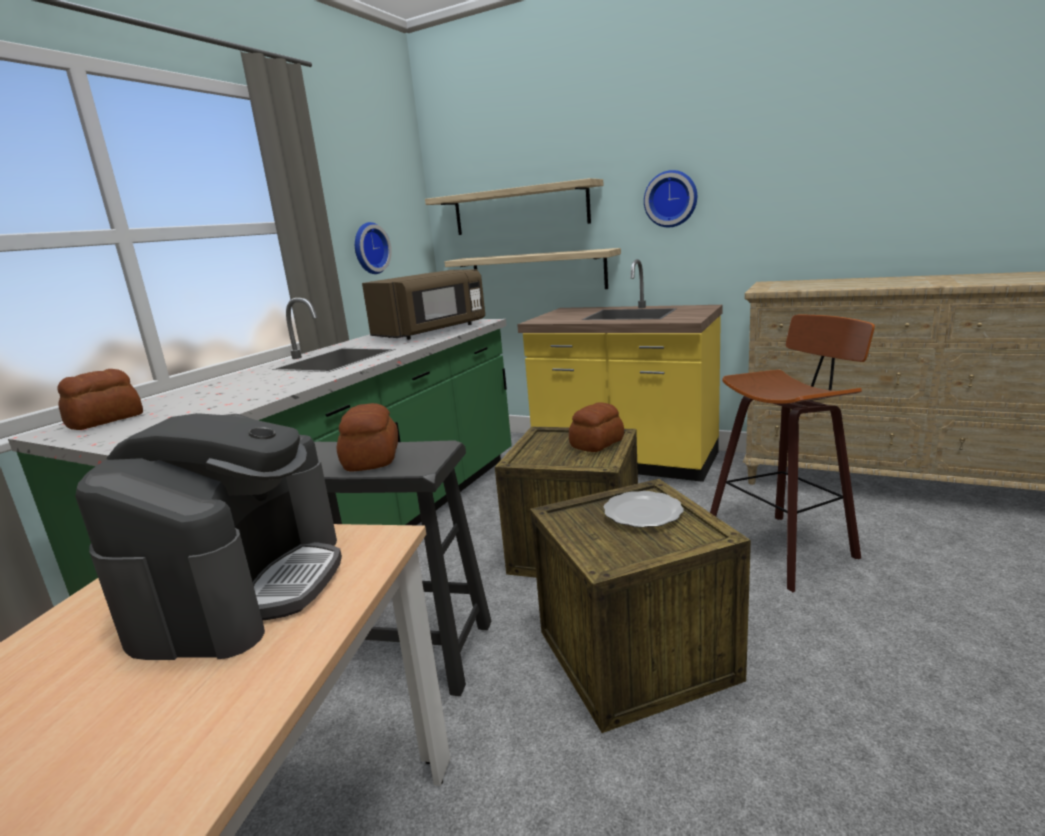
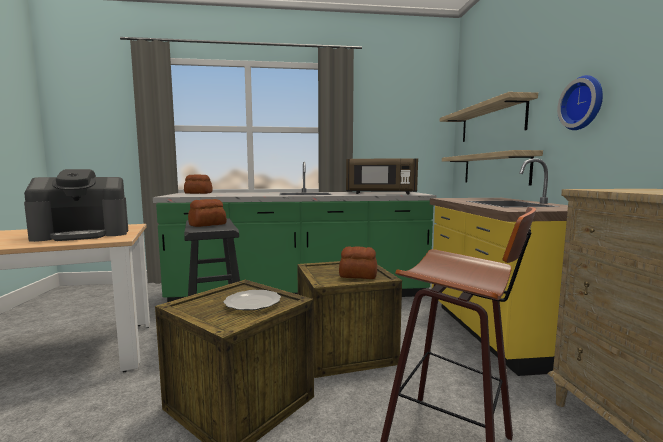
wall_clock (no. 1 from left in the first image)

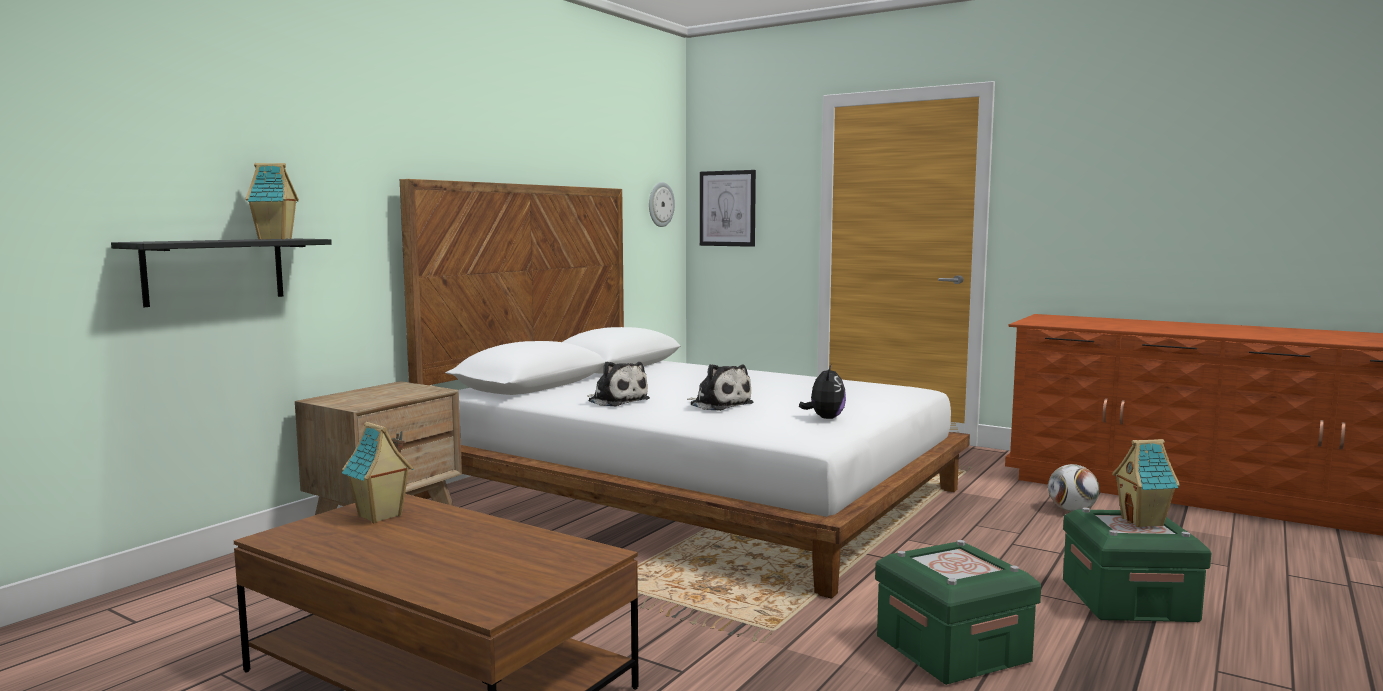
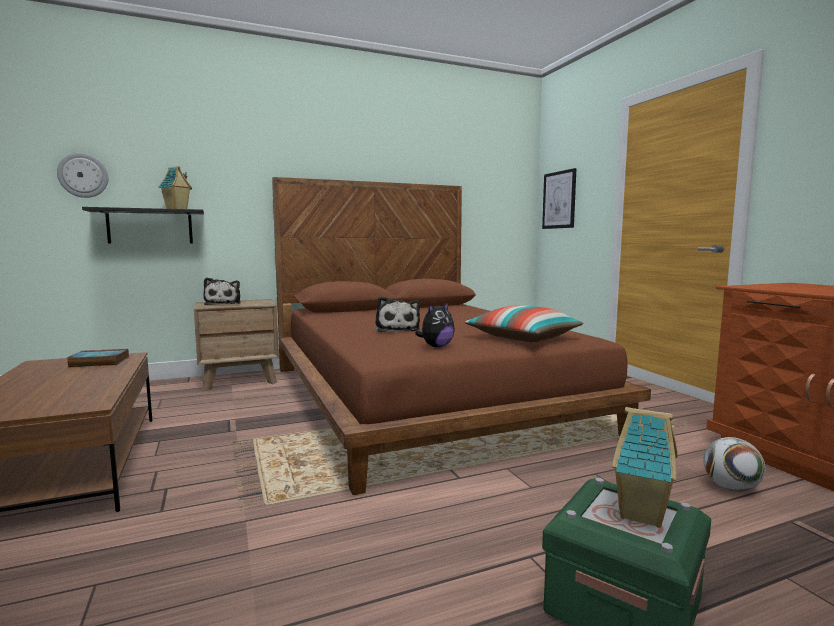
green_storage_box (no. 1 from left in the first image)
pillow
plush_toy (no. 1 from left)
wall_clock
book
brown_bed

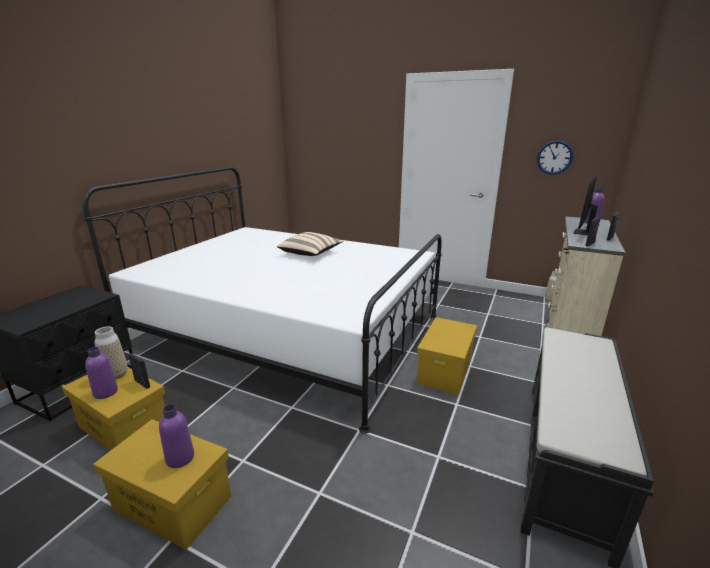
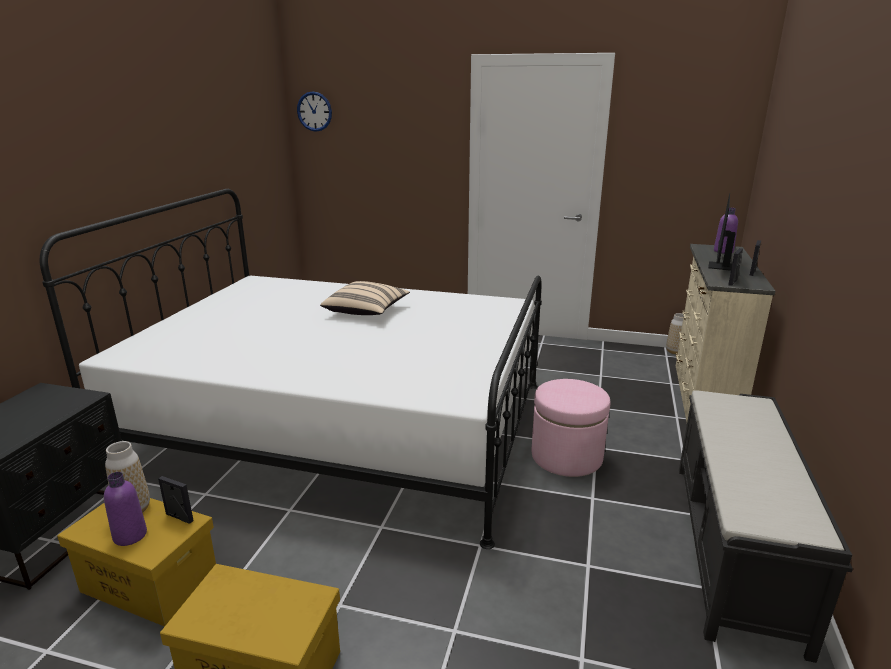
purple_bottle (no. 2 from left in the first image)
wall_clock
pink_ottoman

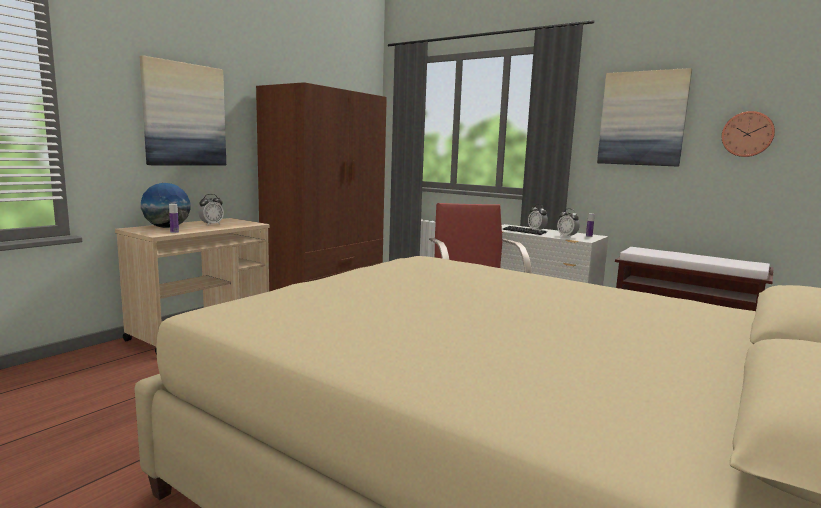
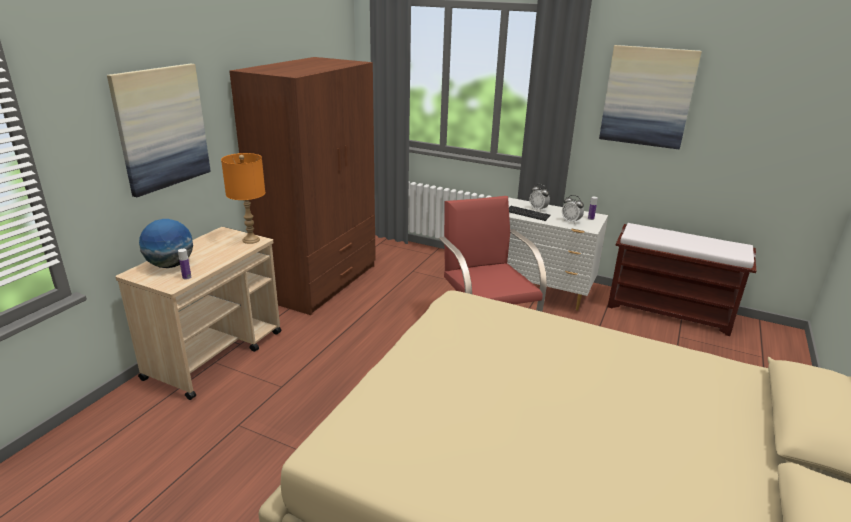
alarm_clock (no. 1 from left in the first image)
wall_clock
orange_table_lamp

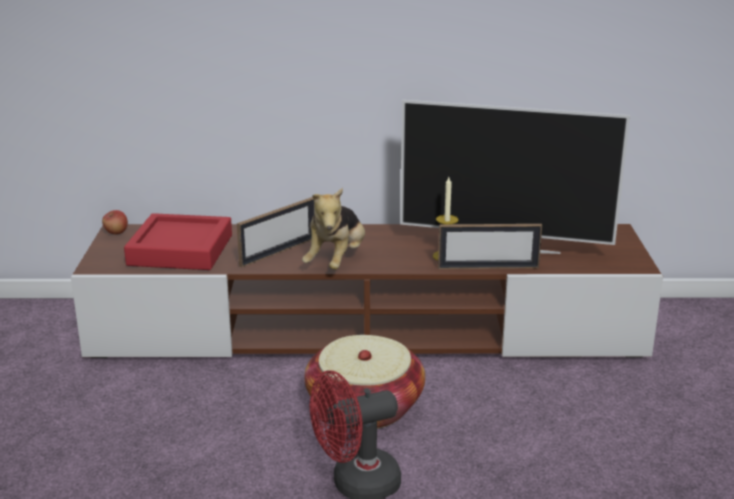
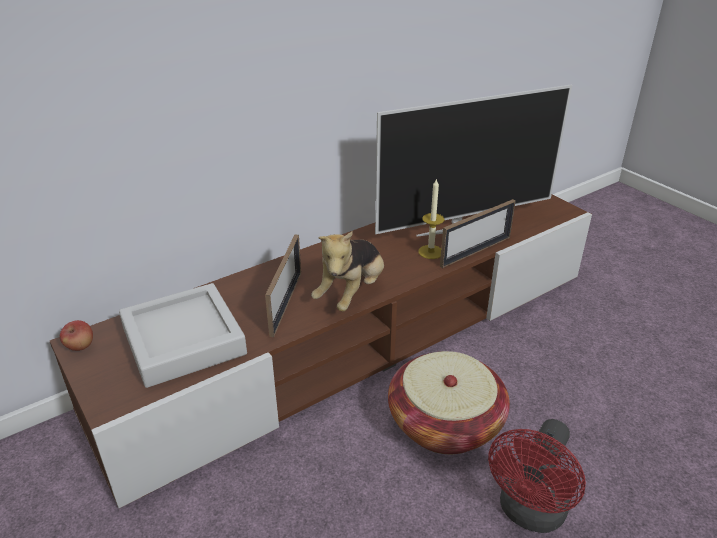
grey_tray
plush_toy

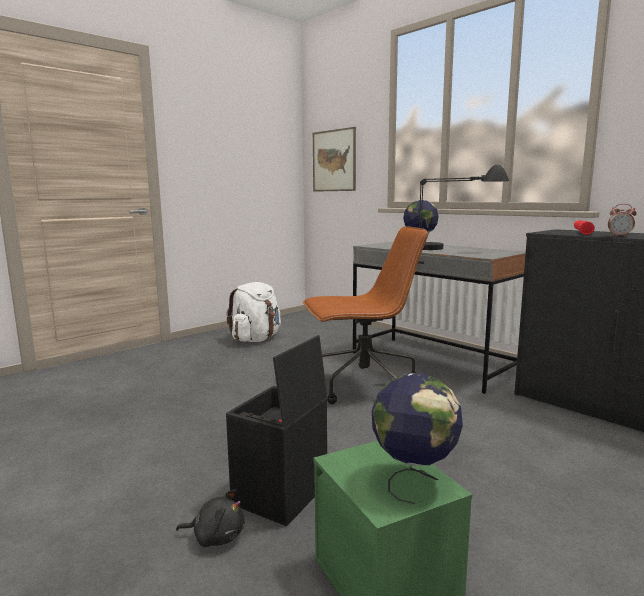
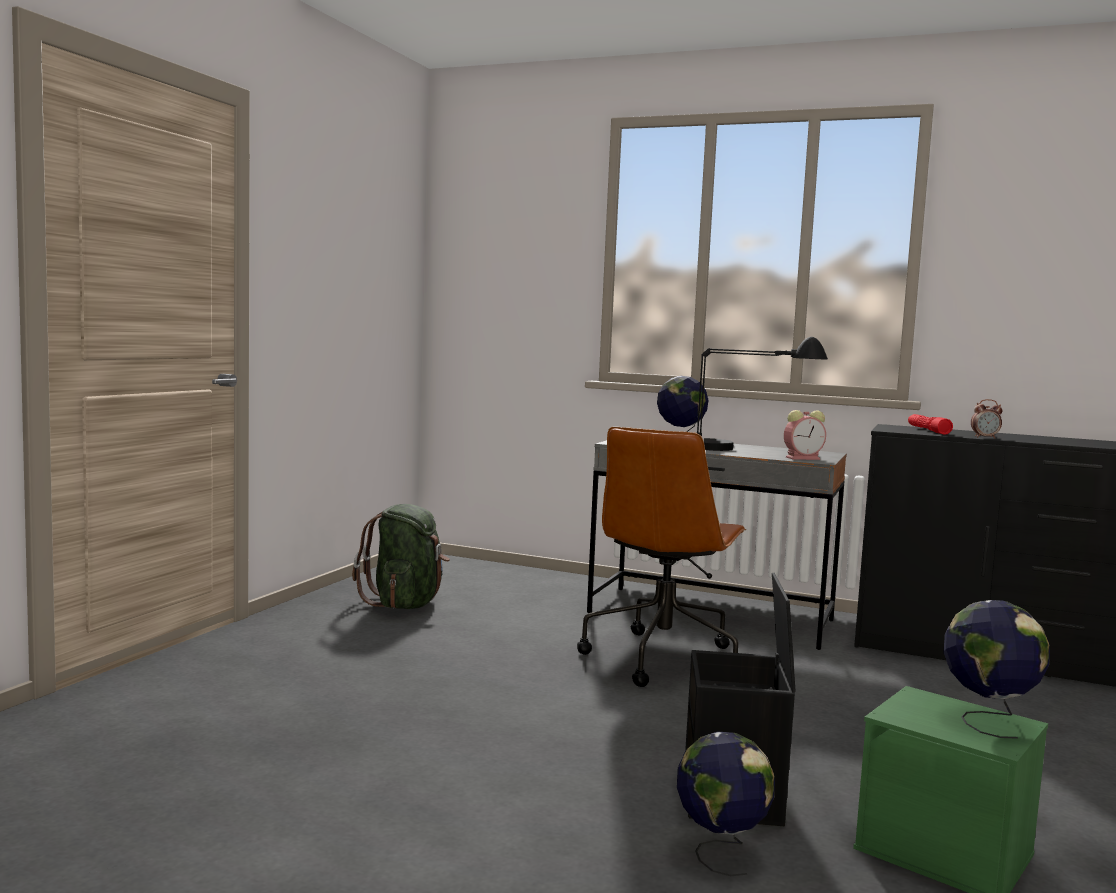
picture
alarm_clock (no. 1 from left)
globe (no. 2 from left)
green_backpack
brown_office_chair

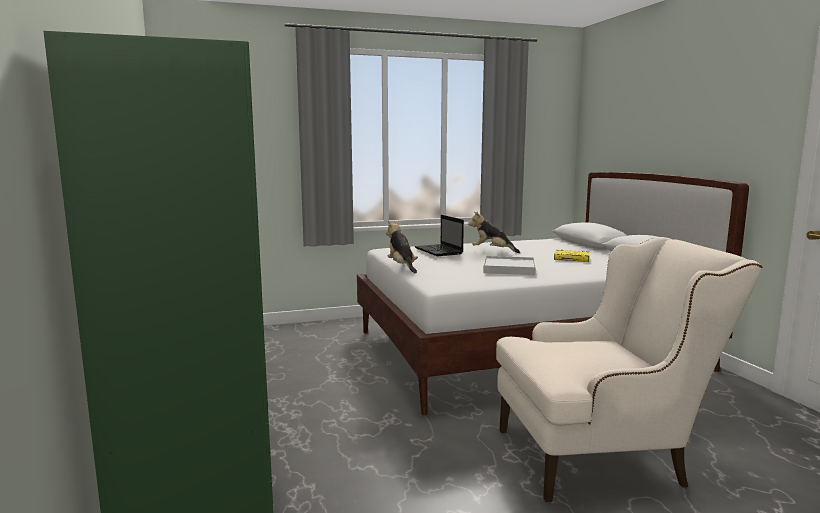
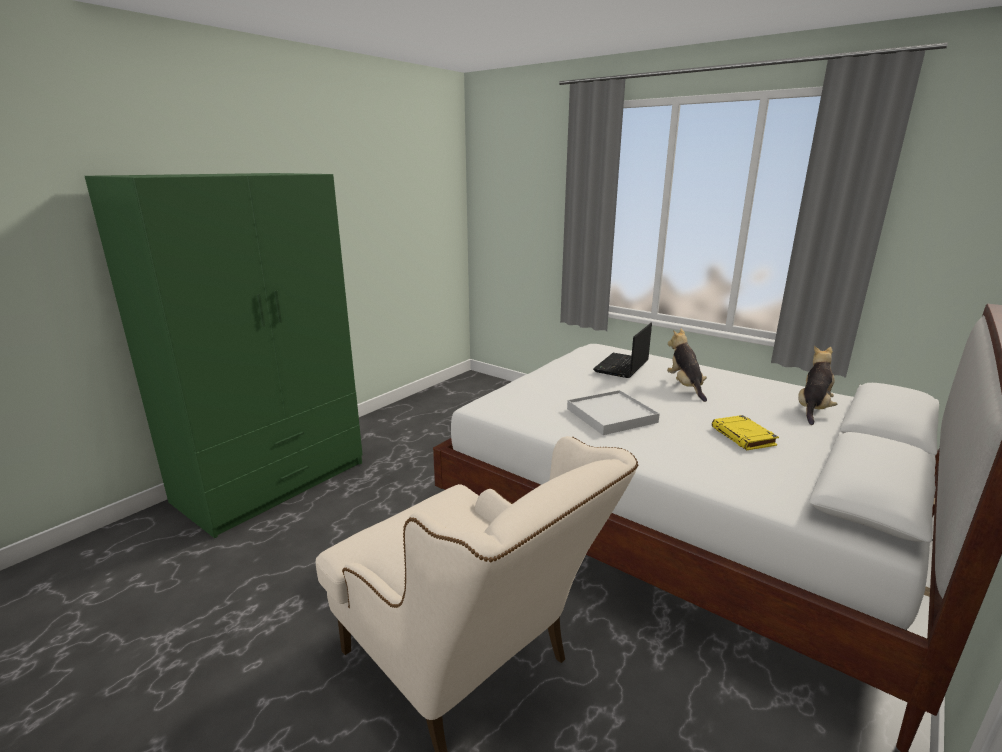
plush_toy (no. 2 from left)

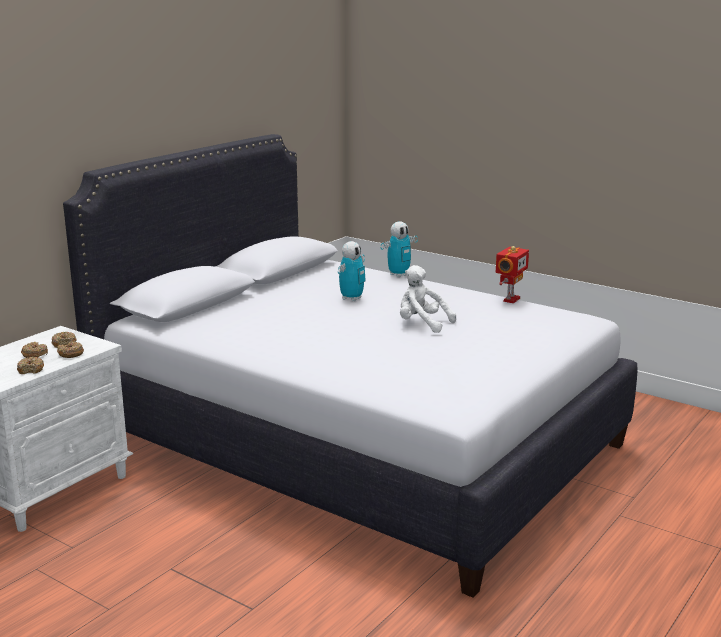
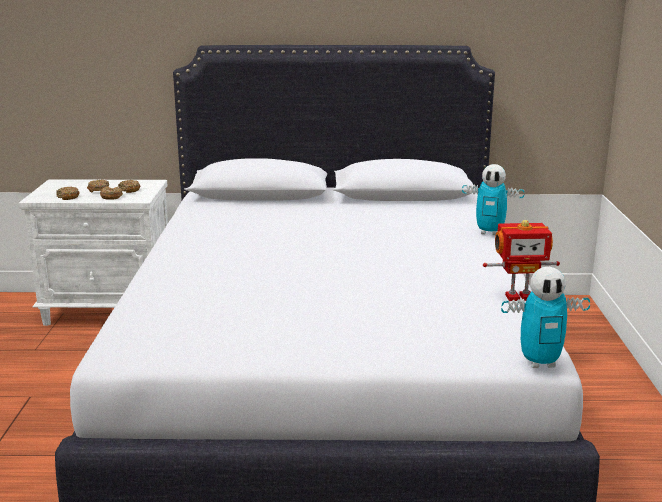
white_plush_toy
toy_robot (no. 3 from left)

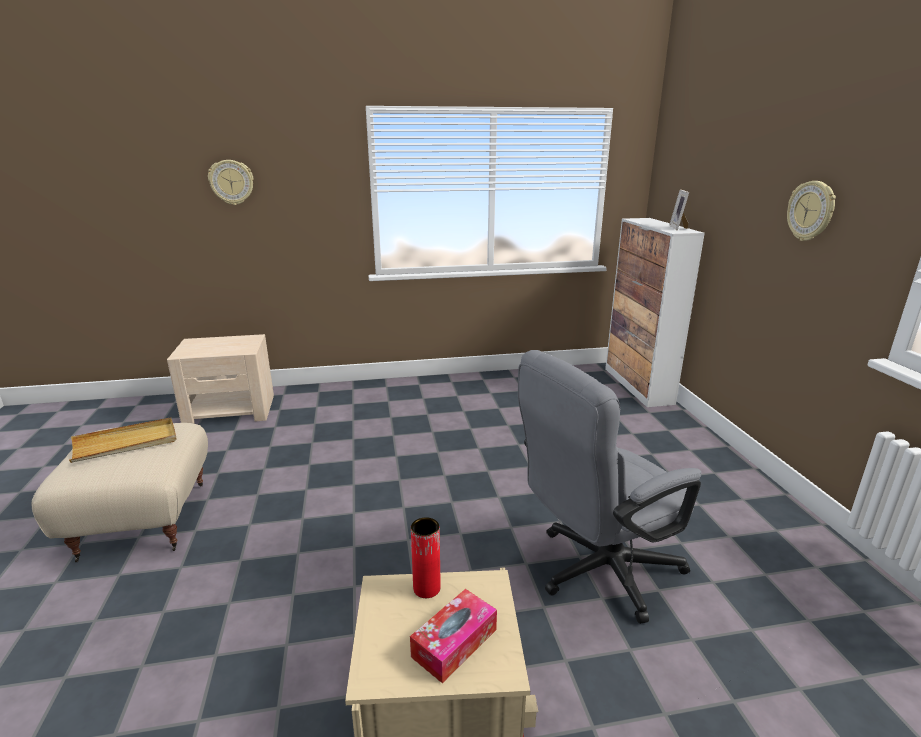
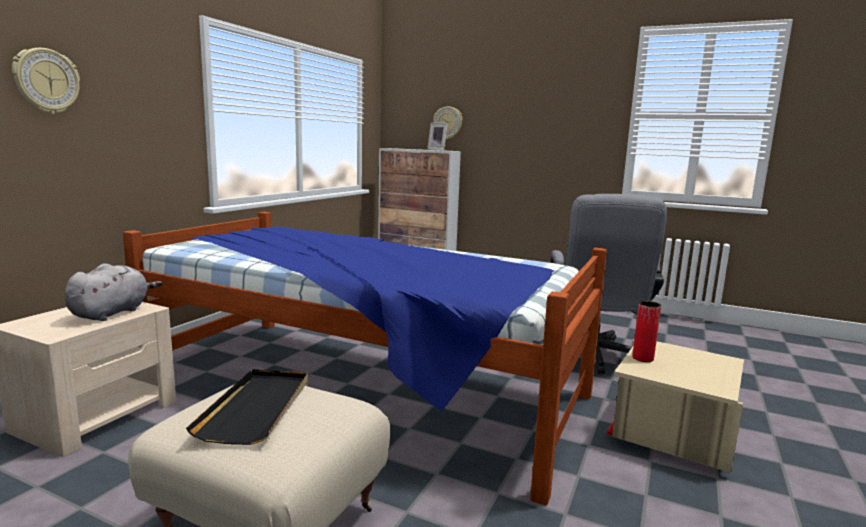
tissue_box
grey_plush_toy
bed
wall_clock (no. 2 from left)
black_tray

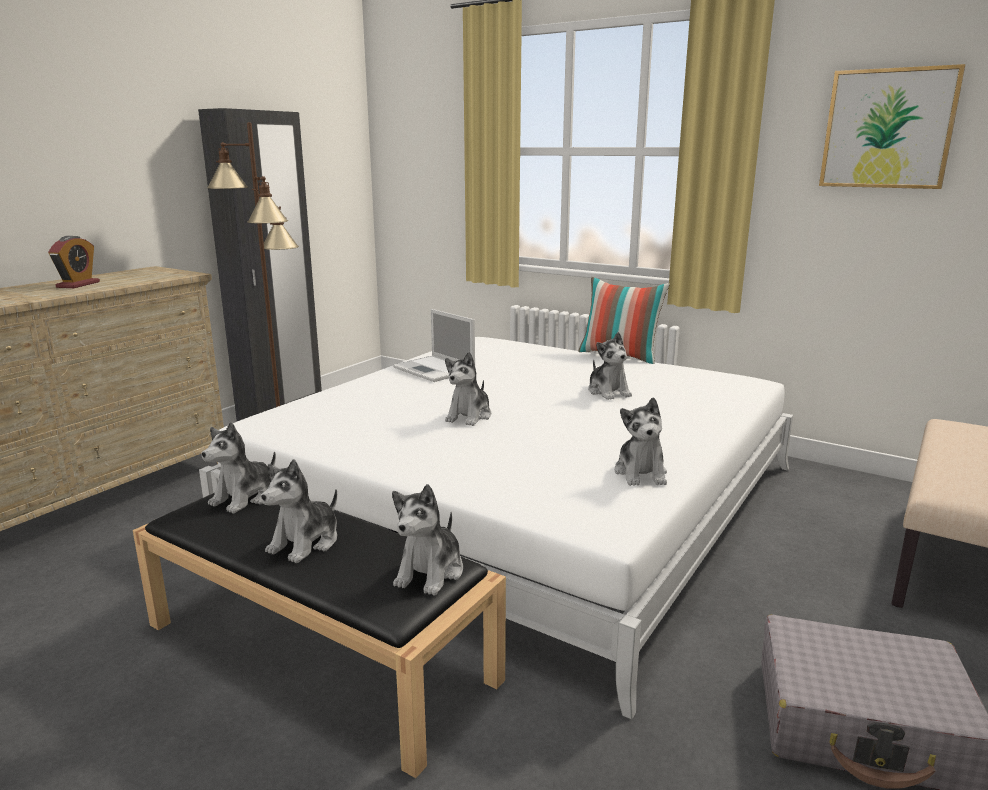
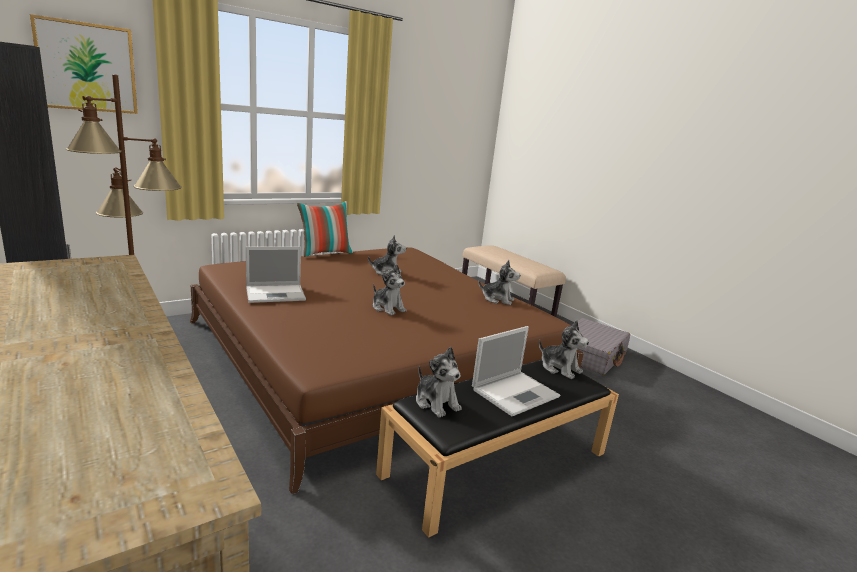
alarm_clock
picture
laptop (no. 2 from left)
brown_bed

